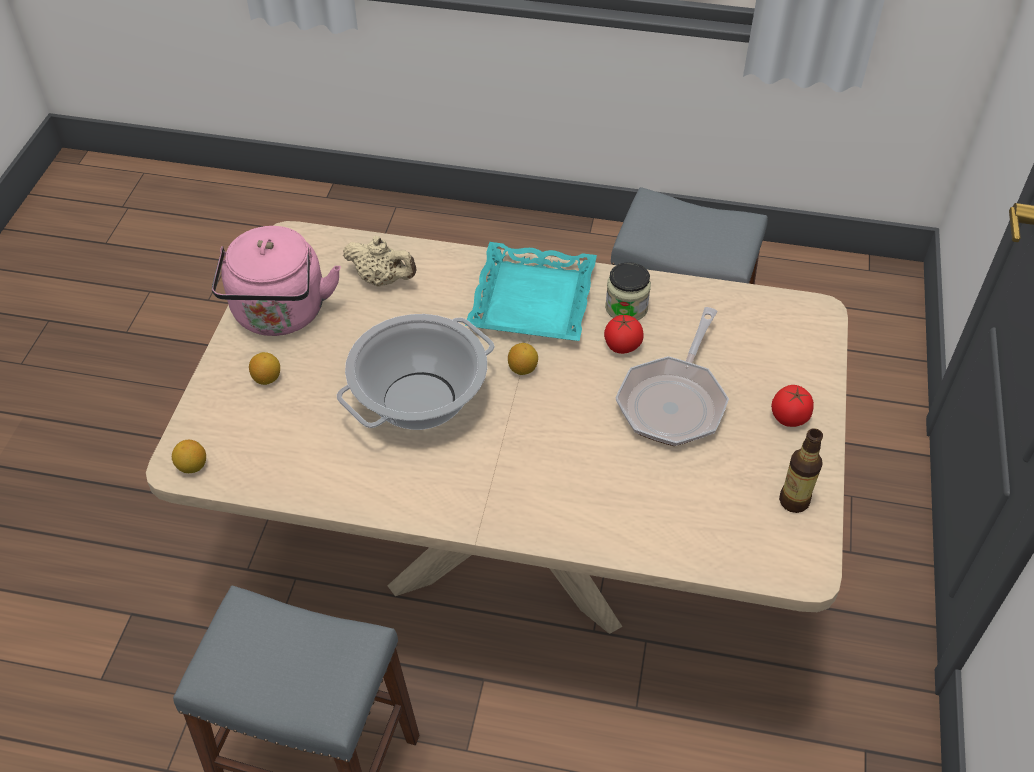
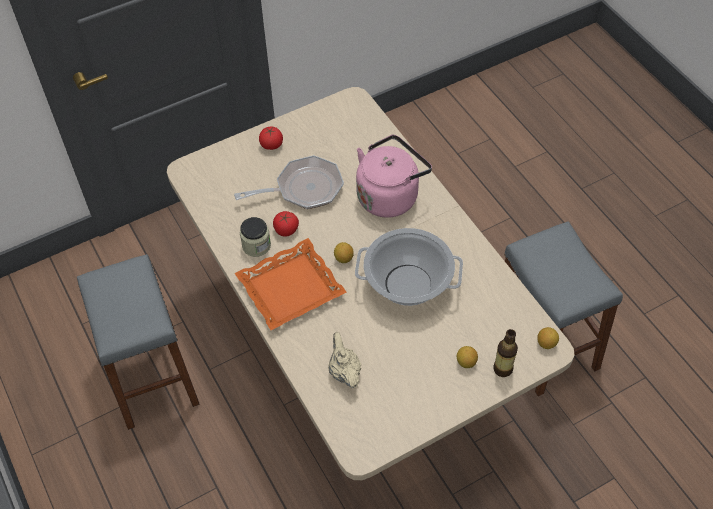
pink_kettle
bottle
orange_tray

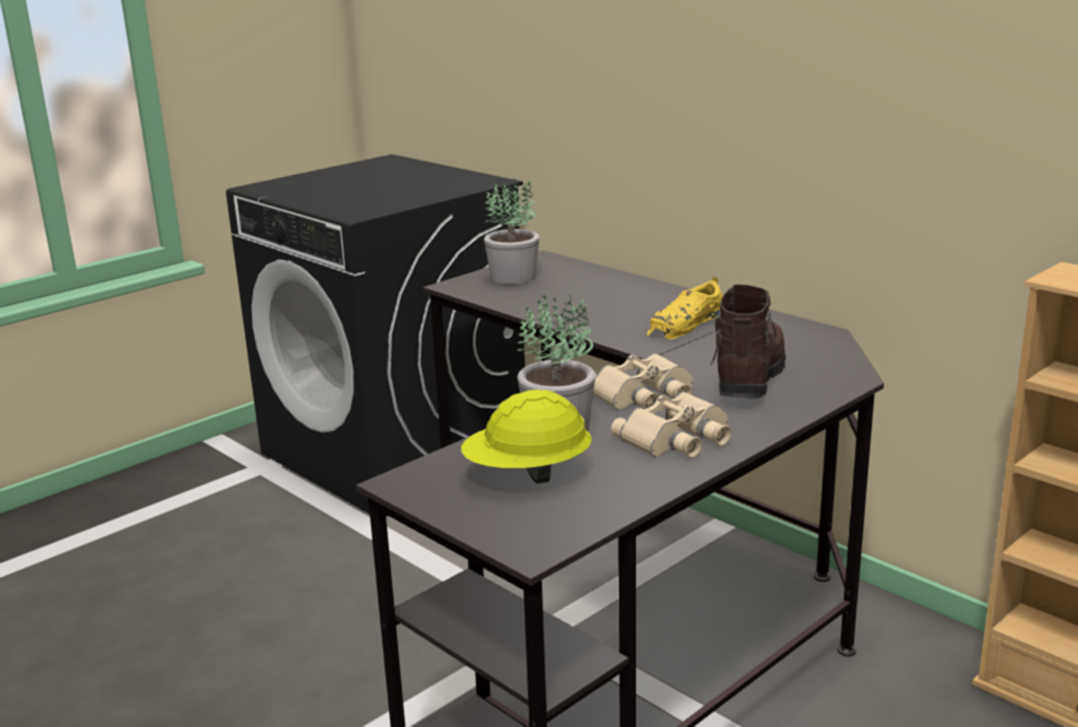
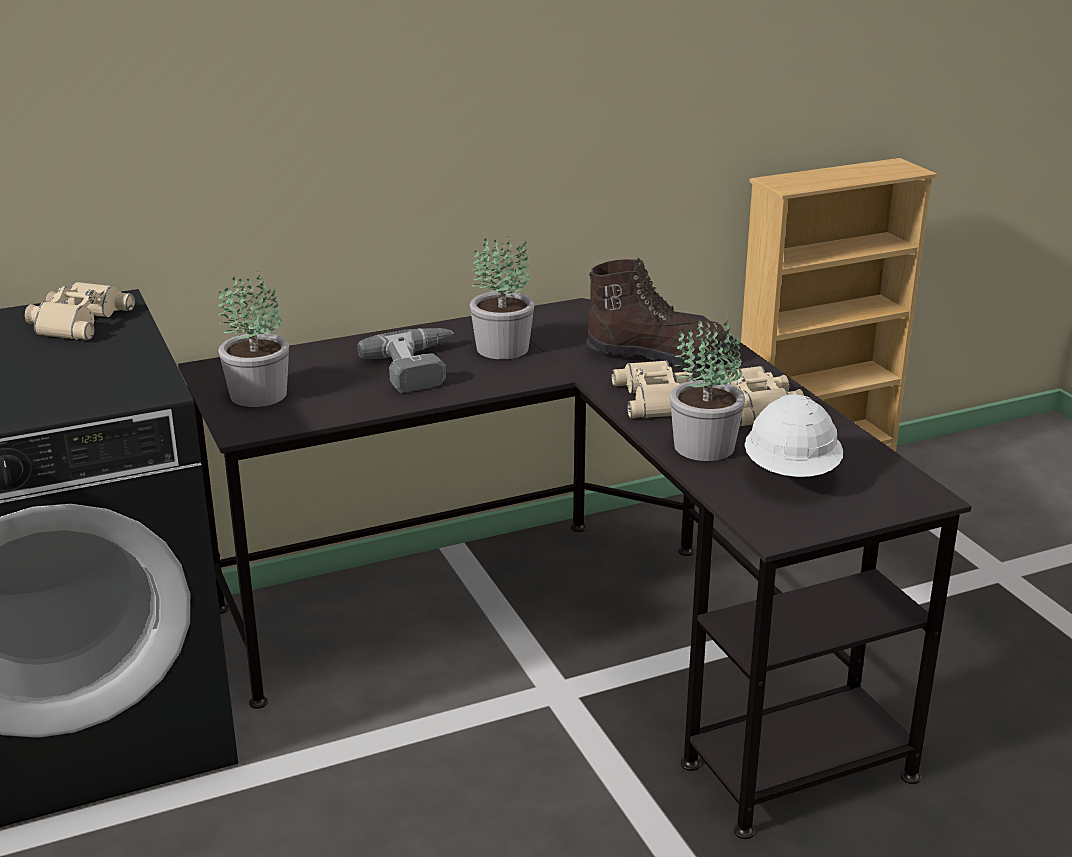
beige_binoculars (no. 1 from left)
power_drill
potted_plant (no. 2 from left)
white_hard_hat
brown_boot

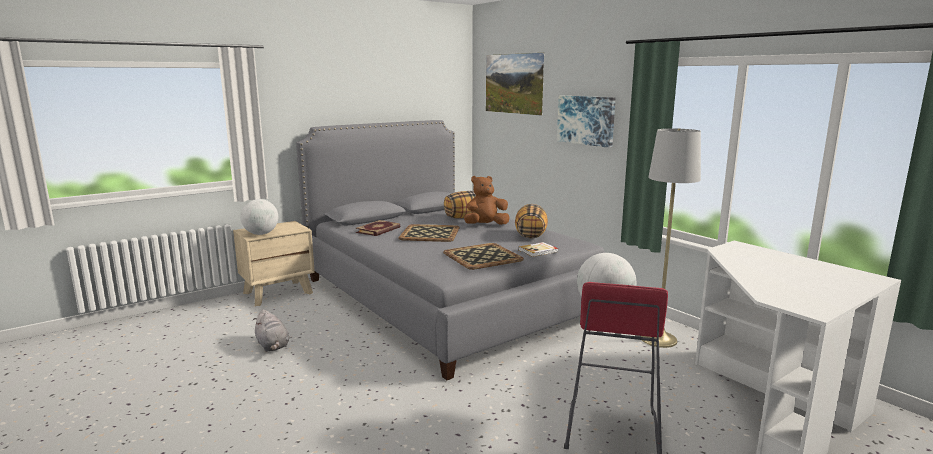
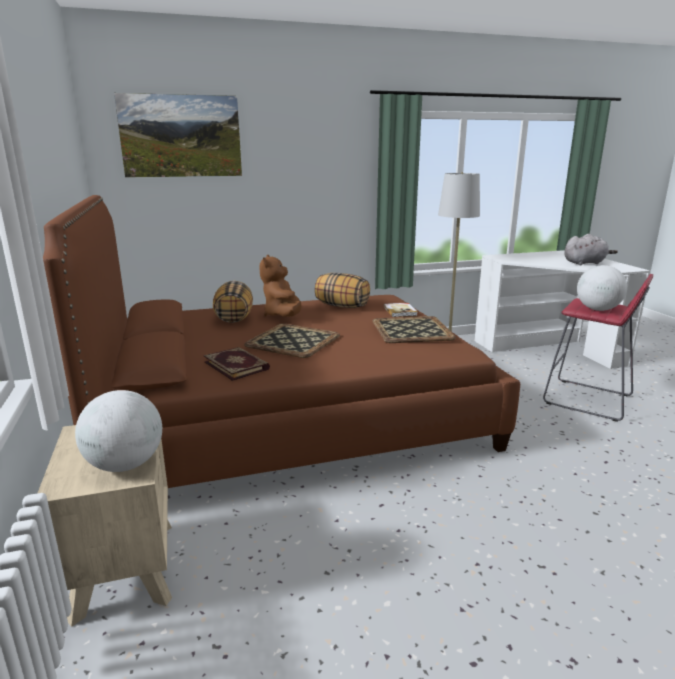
picture (no. 2 from left in the first image)
grey_plush_toy
brown_bed

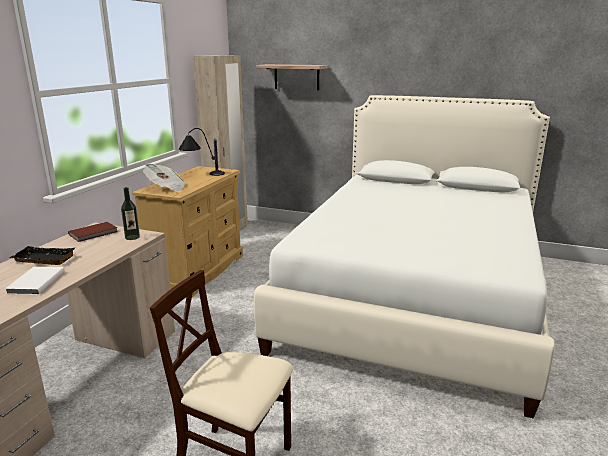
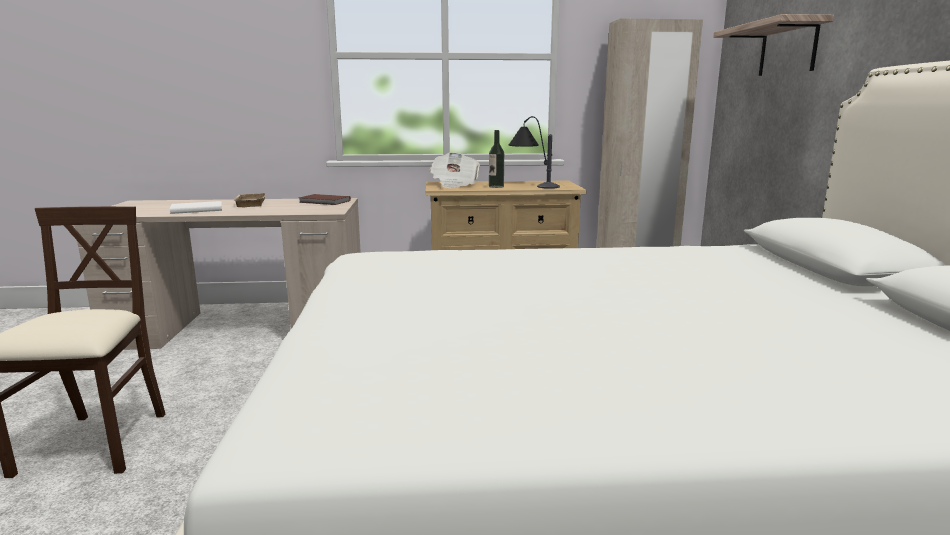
bottle
beige_tray

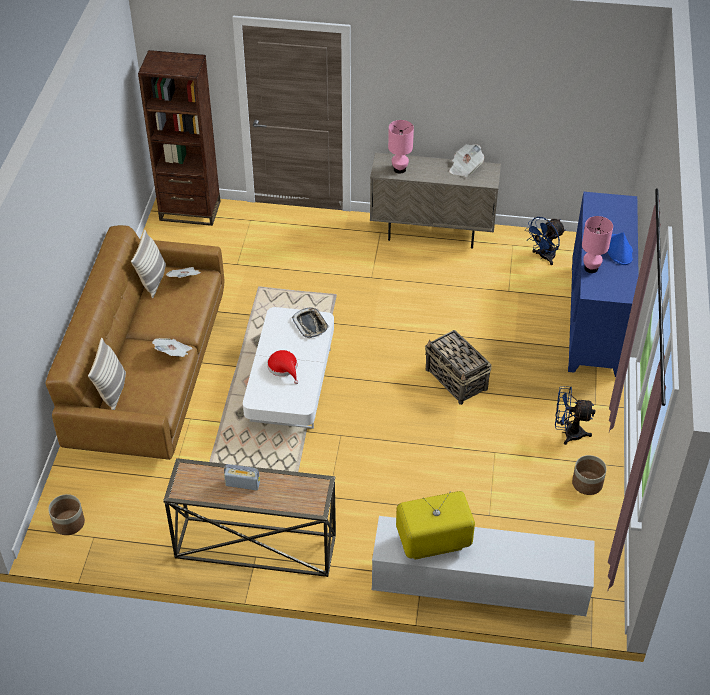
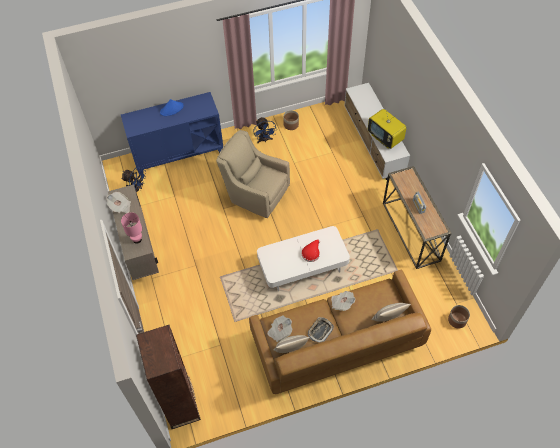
pink_table_lamp (no. 2 from left in the first image)
tray
beige_armchair

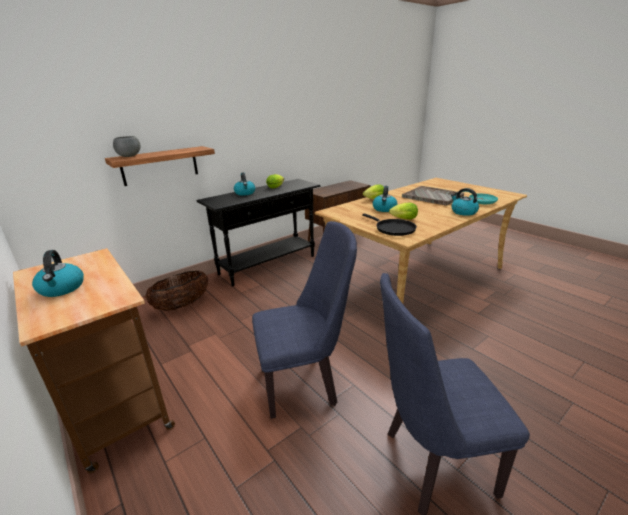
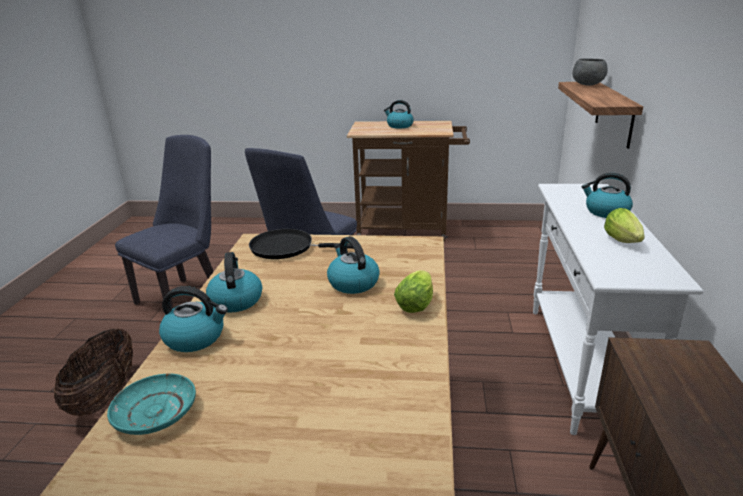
lettuce (no. 3 from left in the first image)
grey_tray
kettle (no. 2 from left)
basket
white_console_table

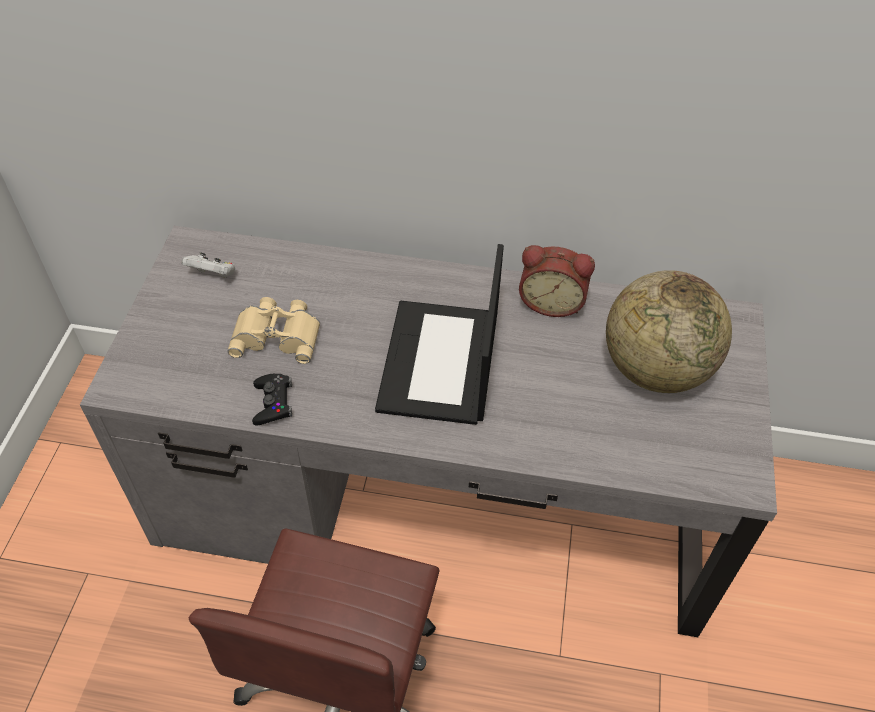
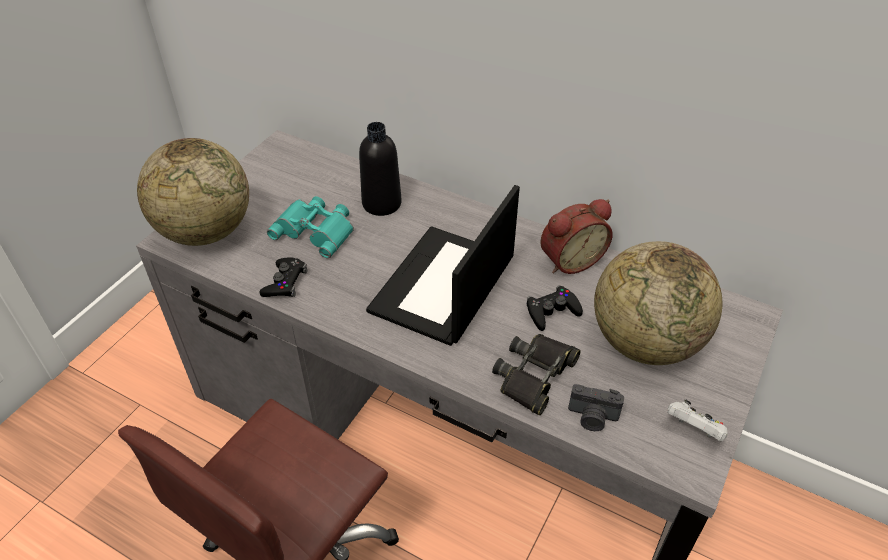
globe (no. 1 from left)
black_bottle
black_binoculars
black_game_controller (no. 2 from left)
photo_camera
white_game_controller
turquoise_binoculars
alarm_clock

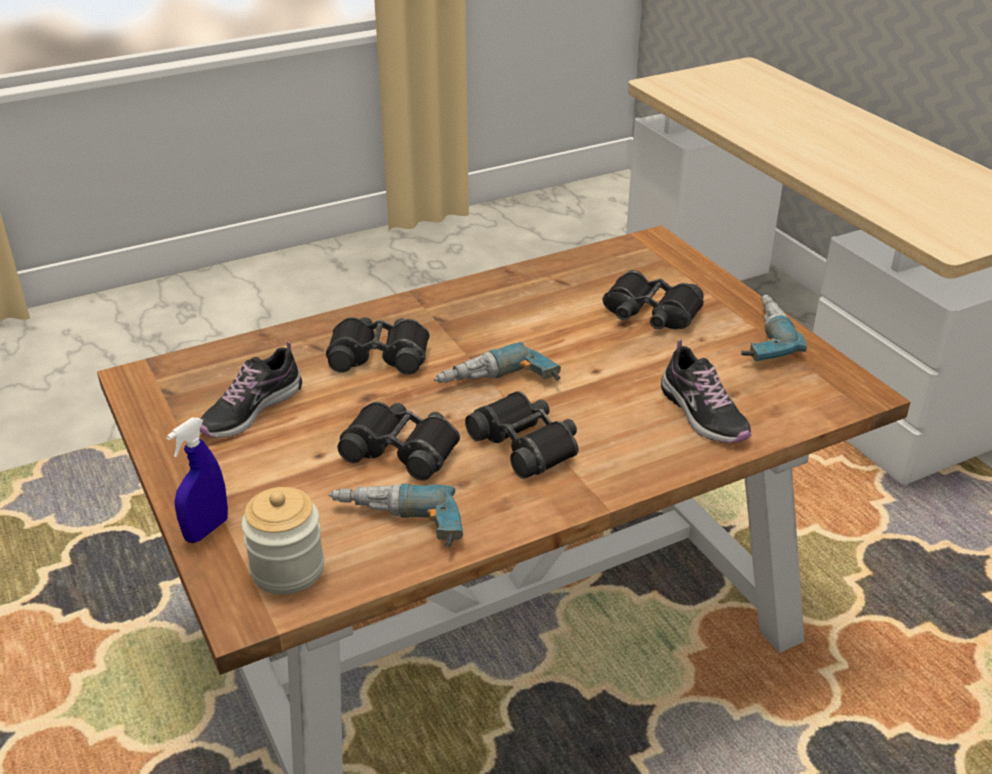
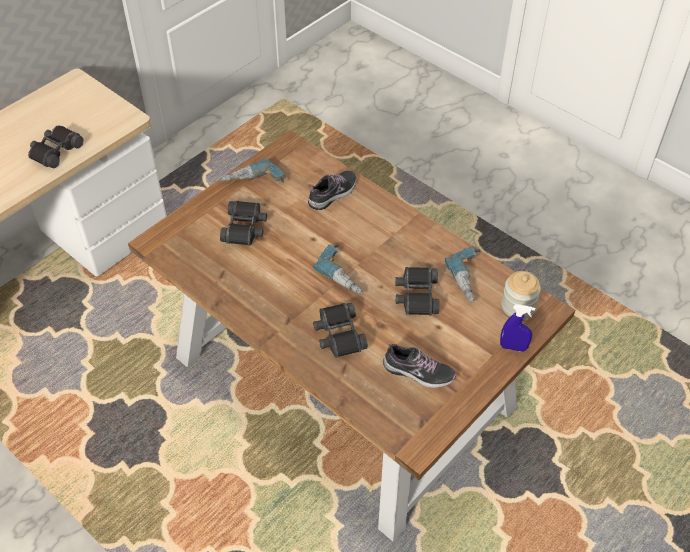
black_binoculars (no. 1 from left)

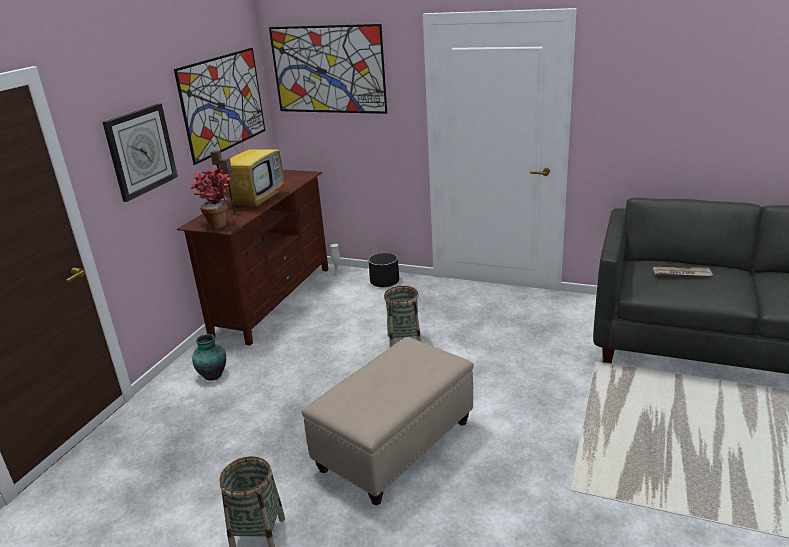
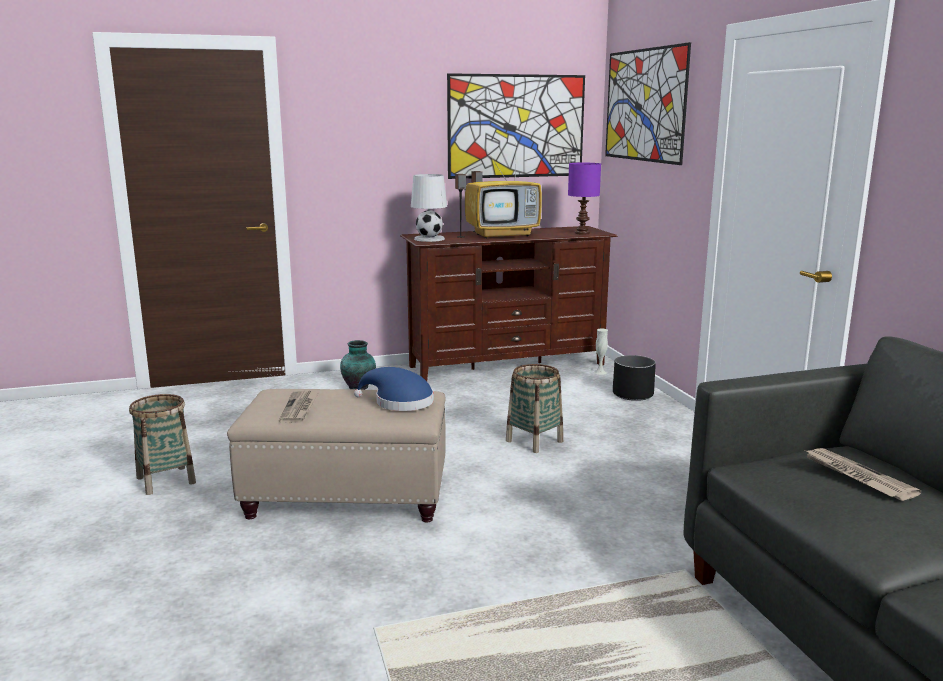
wall_clock
newspaper (no. 1 from left)
blue_hat
purple_table_lamp
white_table_lamp

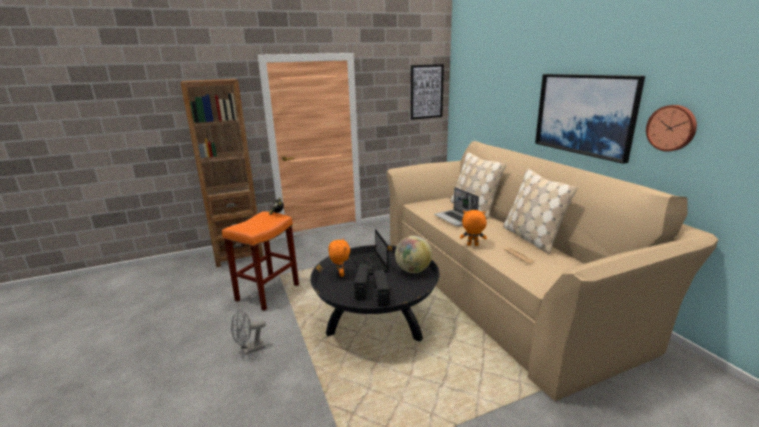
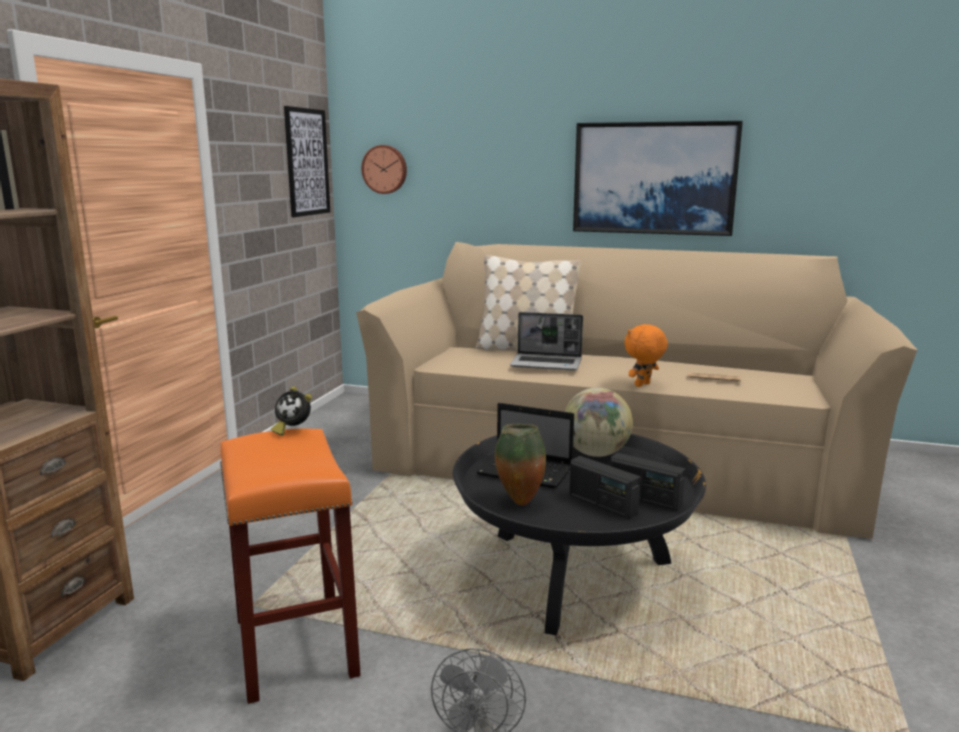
beige_pillow (no. 2 from left in the first image)
wall_clock
vase

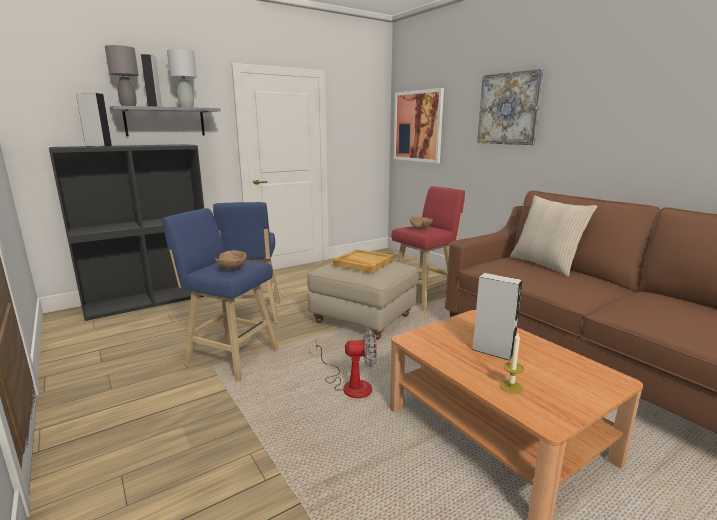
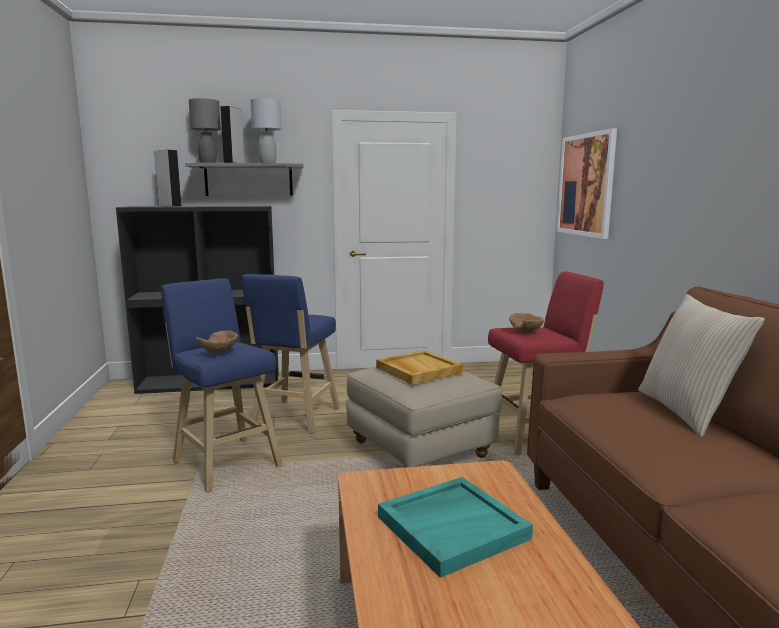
fan
picture (no. 2 from left in the first image)
candle
turquoise_tray

